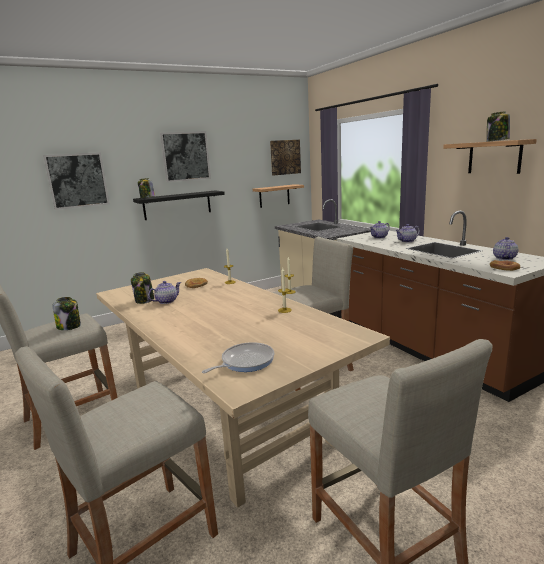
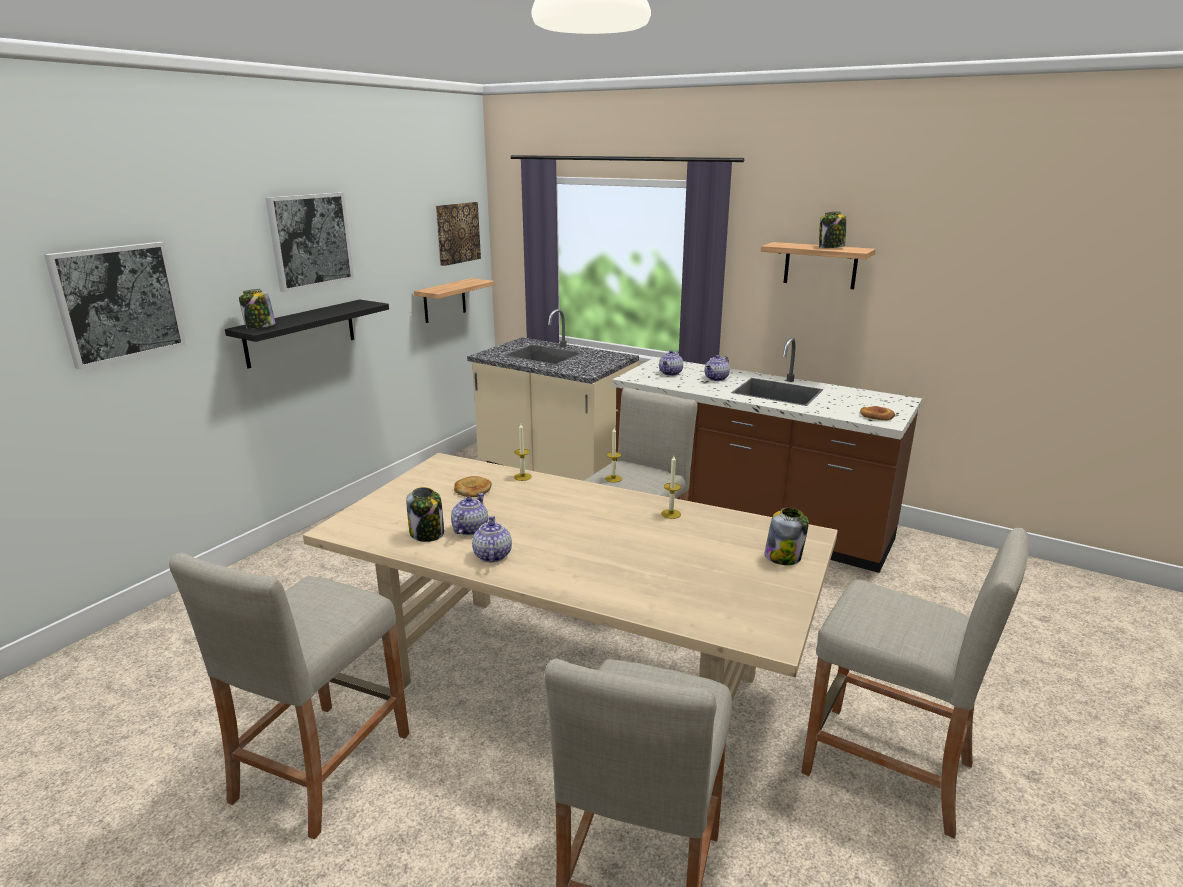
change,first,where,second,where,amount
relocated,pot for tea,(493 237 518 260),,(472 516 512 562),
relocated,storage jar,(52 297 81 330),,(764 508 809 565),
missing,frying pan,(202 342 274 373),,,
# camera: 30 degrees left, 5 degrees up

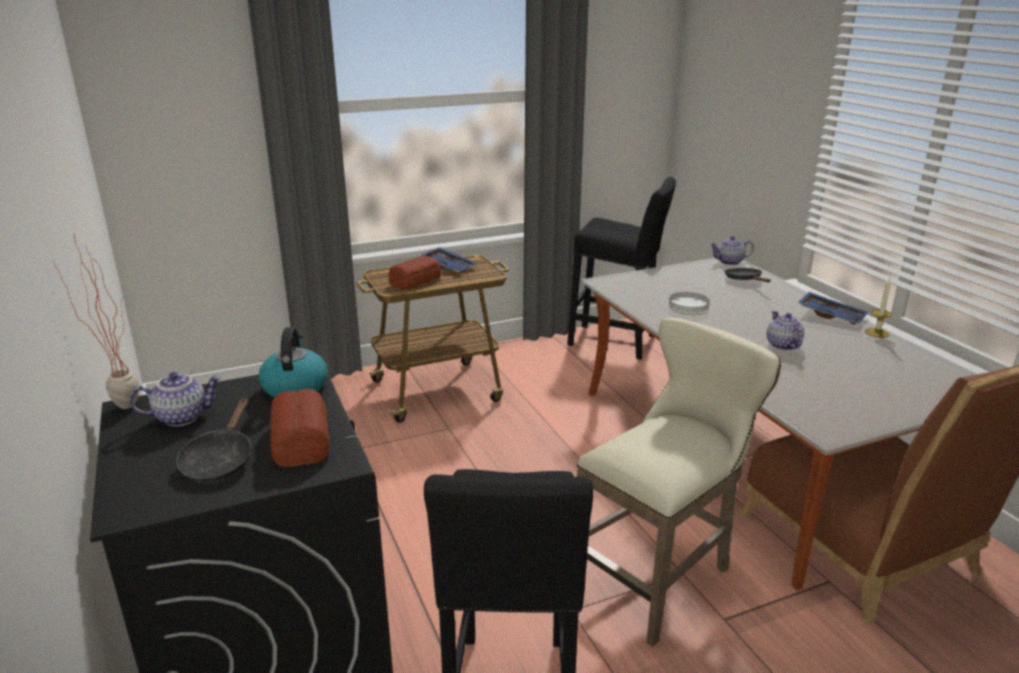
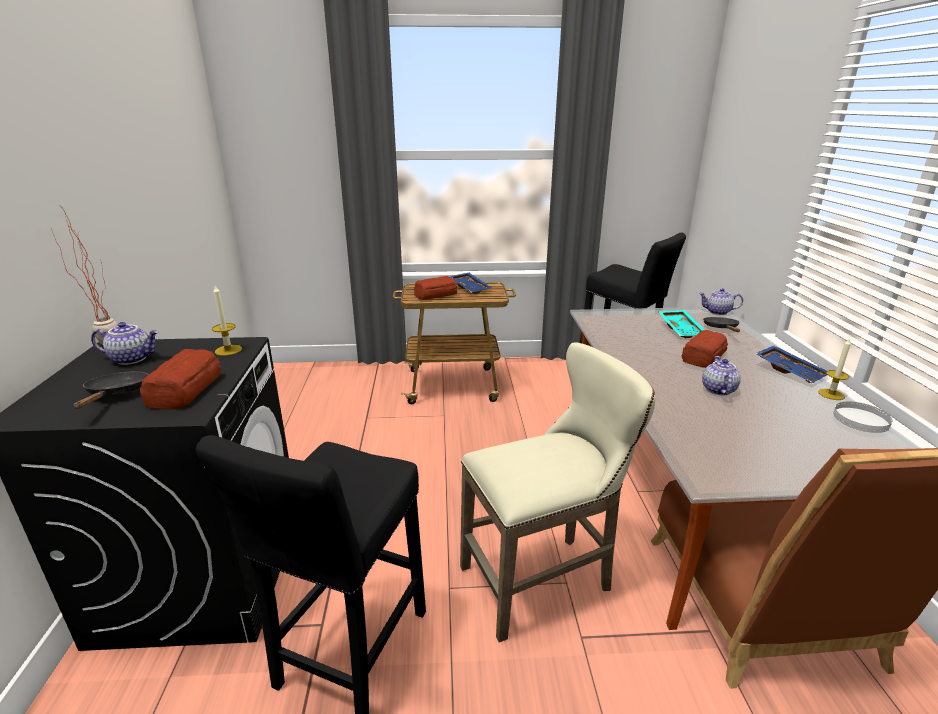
change,first,where,second,where,amount
spun,black frying pan,(176 398 251 482),,(74 371 149 409),150 degrees clockwise
exchanged,kettle,(259 327 328 397),wax candle,(212 286 242 356),
appeared,,,turquoise-coloured serving tray,(658 310 705 338),
appeared,,,bakery bread,(681 330 728 368),
relocated,white-coloured dinner plate,(669 292 710 313),,(833 401 892 433),
# camera: 20 degrees right, 0 degrees up

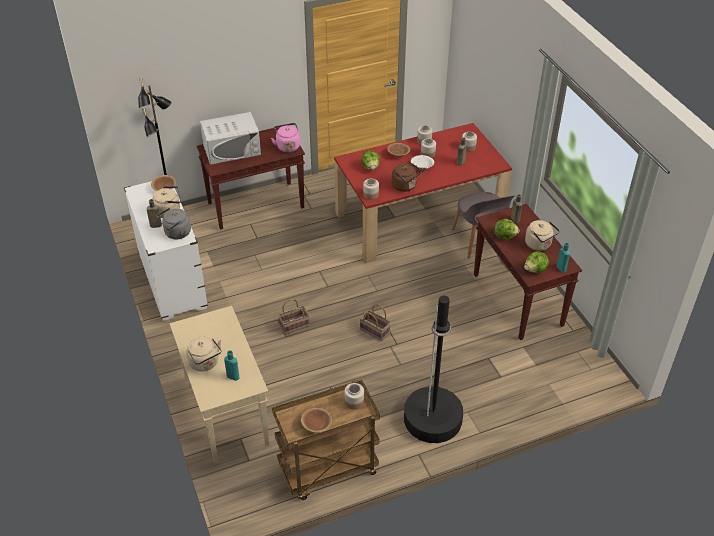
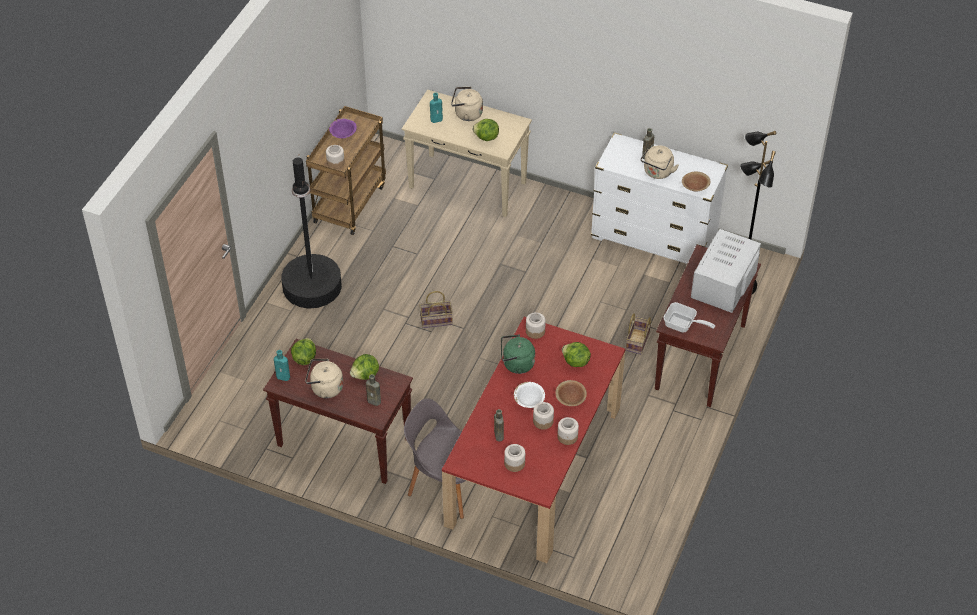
change,first,where,second,where,amount
colour,brownish deep dish,(301 408 332 433),purple-coloured deep dish,(329 118 357 138),
appeared,,,head of lettuce,(472 119 499 141),
colour,brownish kettle,(392 163 422 192),greenish kettle,(501 334 535 374),
relocated,basket,(278 299 309 335),,(626 313 651 354),
exchanged,pink-coloured kettle,(271 123 300 152),frying pan,(663 302 715 333),
missing,greyish kettle,(157 208 191 239),,,
# camera: 135 degrees right, 5 degrees up

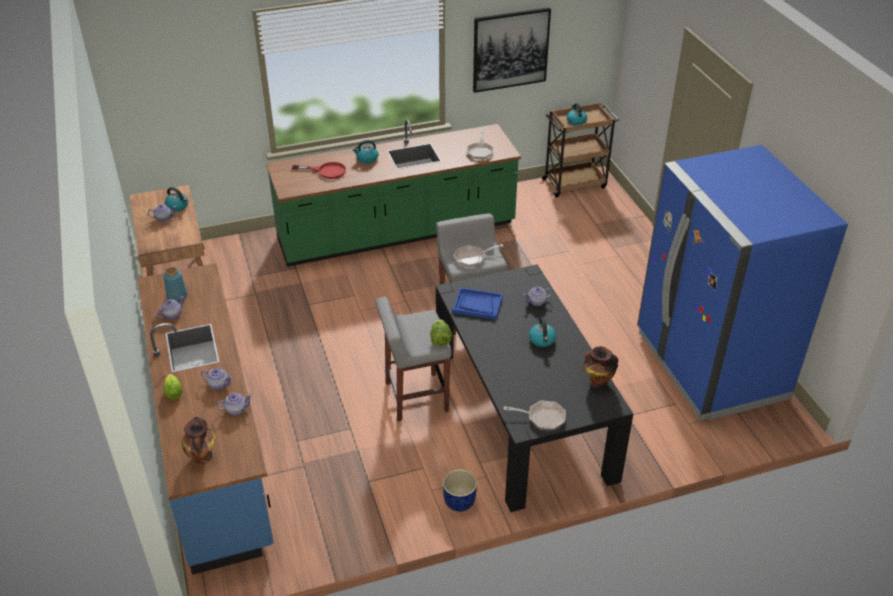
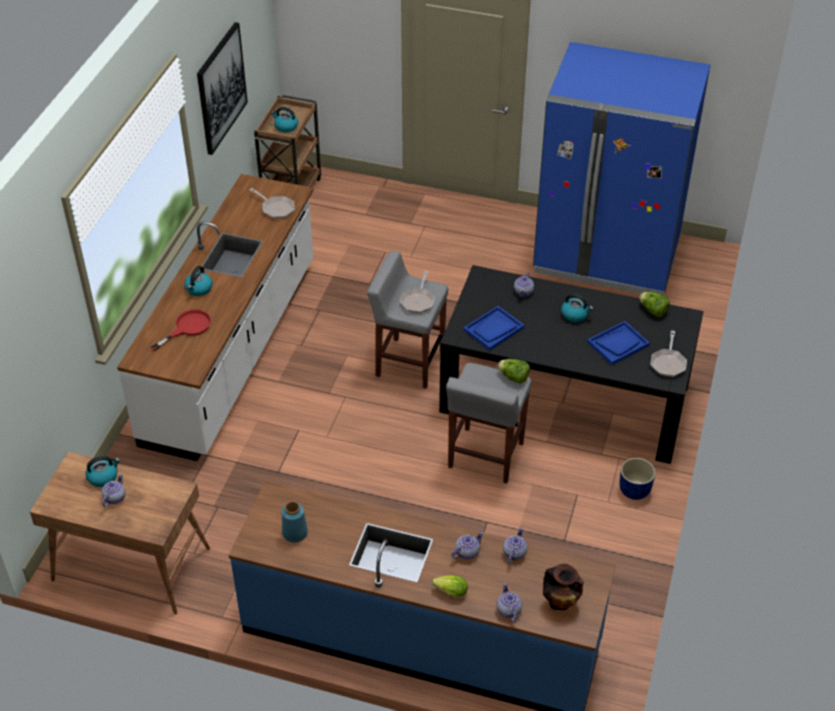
change,first,where,second,where,amount
colour,greenish counter,(266 120 521 267),white-coloured counter,(117 174 313 461),
relocated,pot for tea,(157 296 184 319),,(497 583 522 623),
appeared,,,bluish serving tray,(587 321 650 365),
exchanged,vase,(583 346 618 389),head of lettuce,(639 292 670 317),
spun,frying pan,(504 400 566 430),,(651 331 687 377),150 degrees clockwise
# camera: 55 degrees left, 5 degrees up

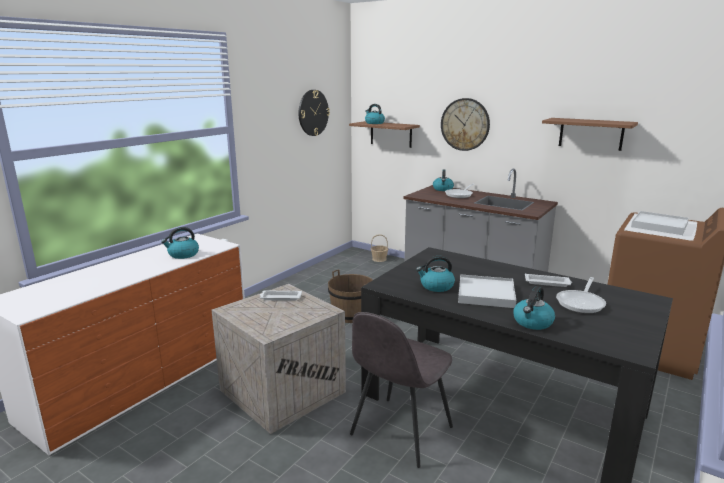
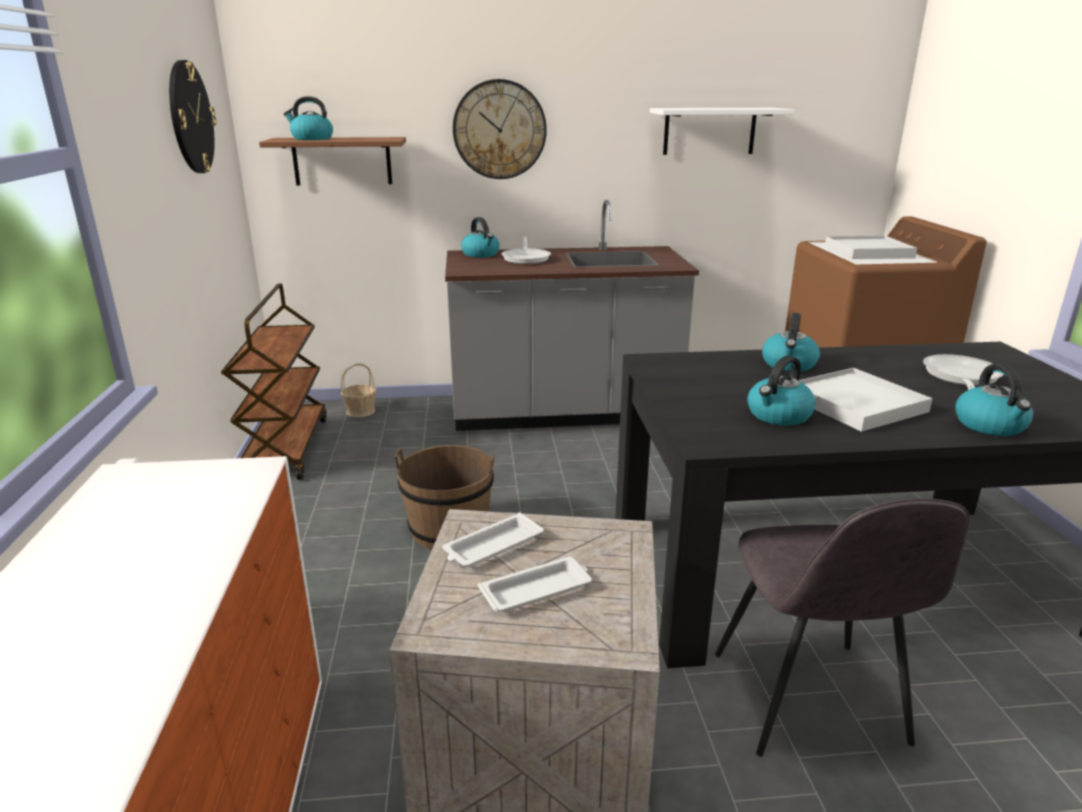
change,first,where,second,where,amount
appeared,,,brownish wheeled cart,(221 283 327 480),
relocated,white-coloured serving tray,(525 273 572 287),,(478 557 592 612),
colour,brownish shelf,(542 118 638 151),white-coloured shelf,(650 108 795 155),
relocated,kettle,(161 227 199 259),,(762 313 820 372),
spun,frying pan,(556 277 606 313),,(923 354 1004 390),150 degrees counterclockwise
# camera: 40 degrees left, 5 degrees up

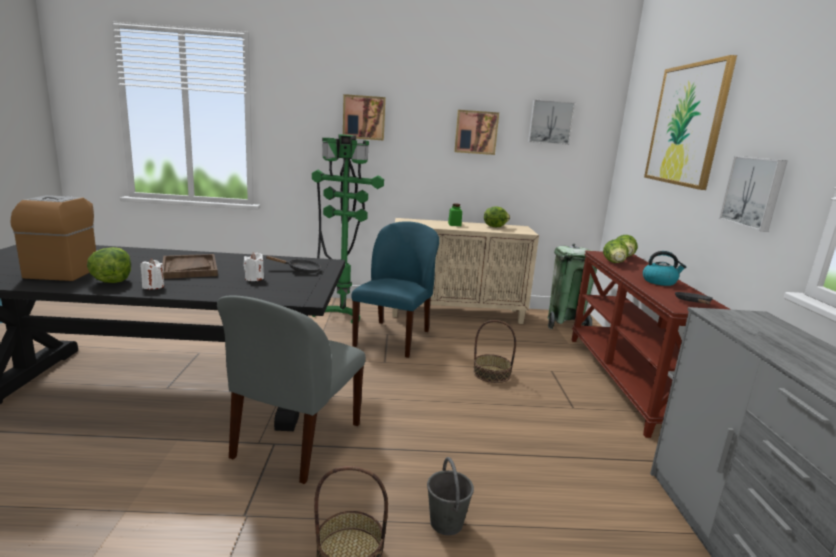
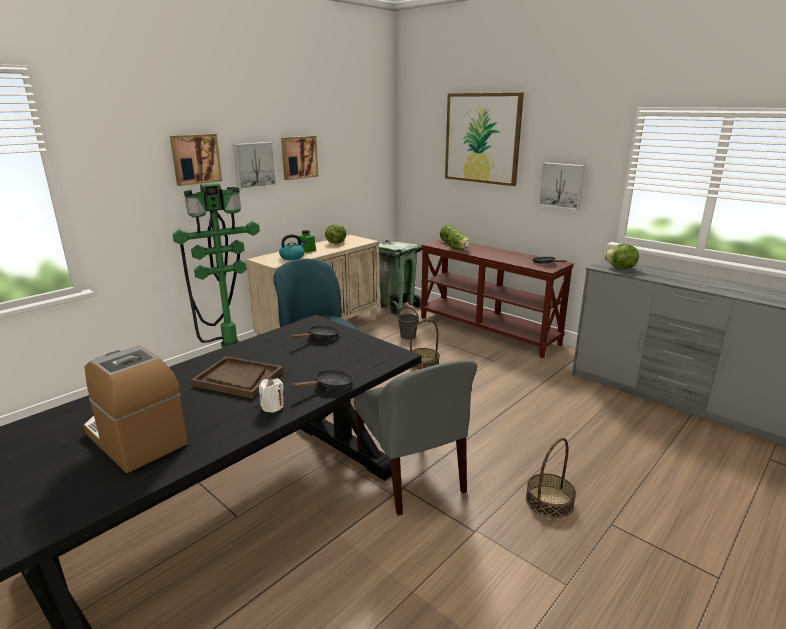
change,first,where,second,where,amount
relocated,wall art,(528 99 575 145),,(233 142 276 190),
relocated,kettle,(643 251 686 286),,(279 234 306 260),
appeared,,,black frying pan,(291 370 353 389),
relocated,greyish bucket,(427 457 474 535),,(398 306 419 340),
relocated,head of lettuce,(87 247 131 283),,(604 244 639 269),
missing,white-coloured wax candle,(243 252 264 281),,,
# camera: 45 degrees left, 5 degrees up

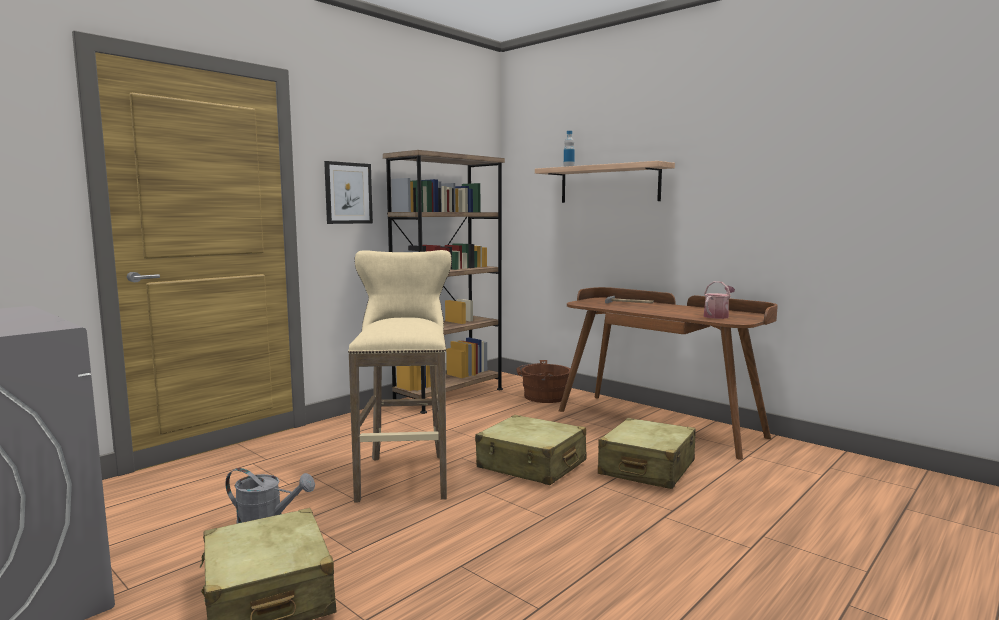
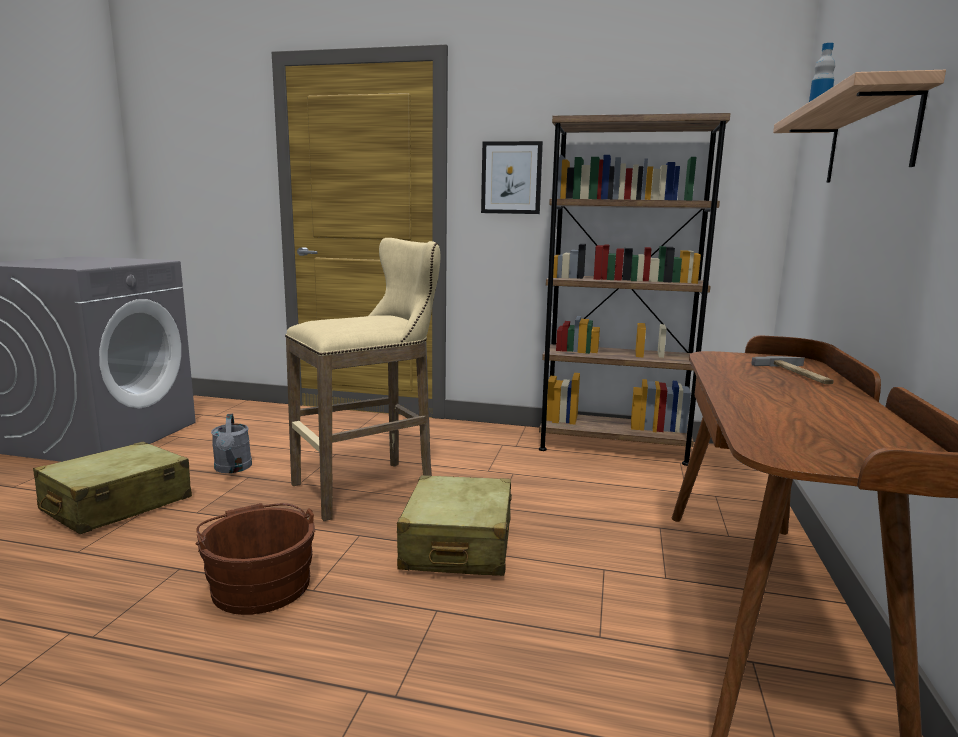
change,first,where,second,where,amount
relocated,brownish bucket,(516 360 570 403),,(195 503 315 615),
missing,beige-coloured suitcase,(598 418 696 489),,,
missing,sprinkling can,(704 281 735 319),,,
# camera: 60 degrees right, 5 degrees up

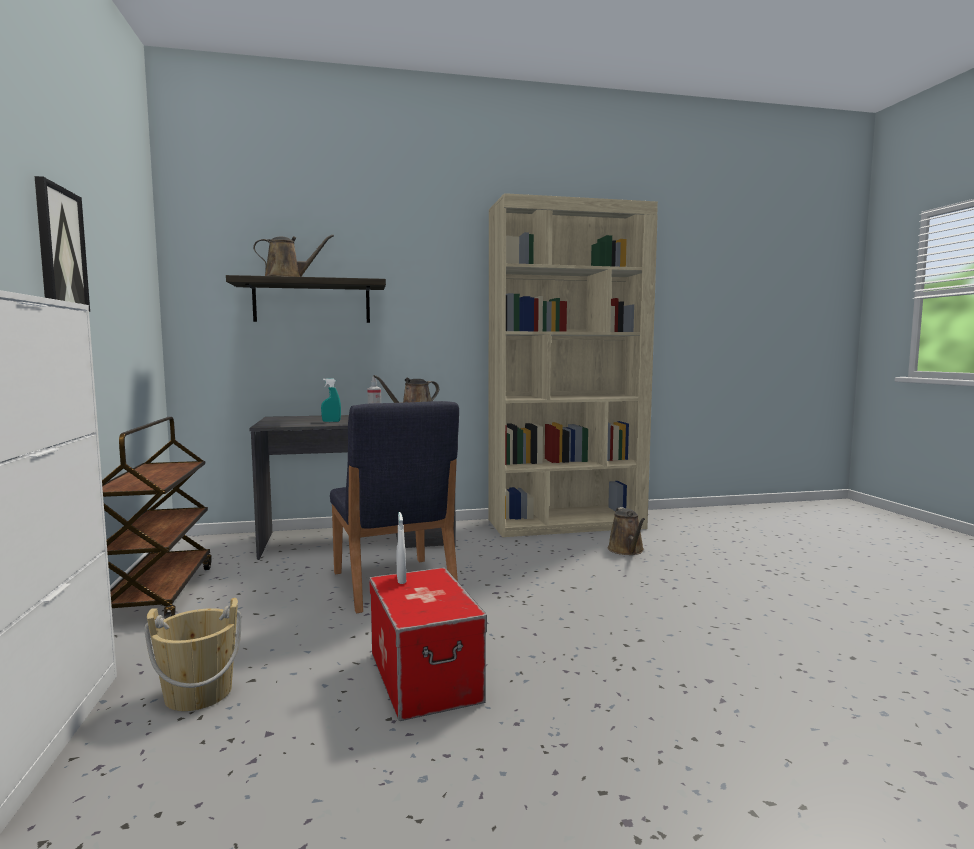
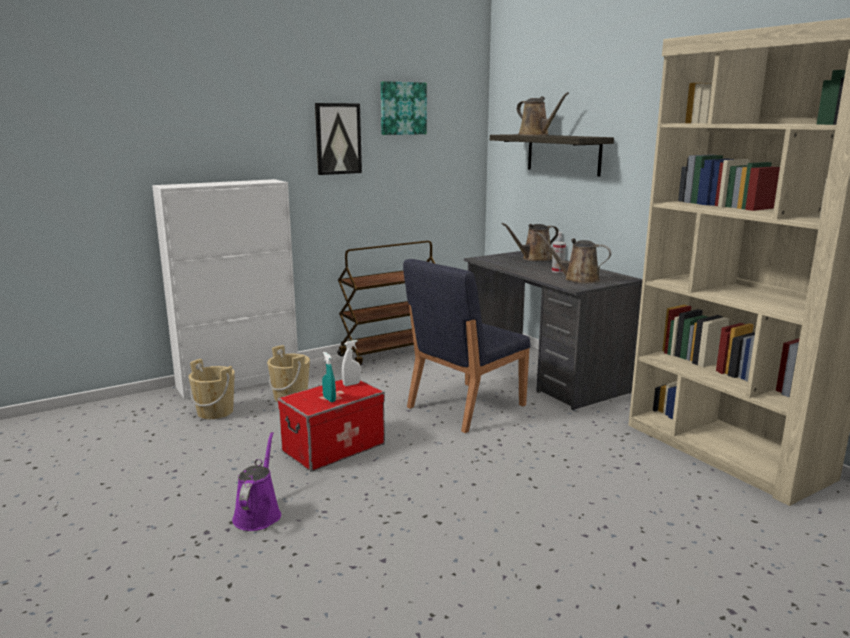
change,first,where,second,where,amount
appeared,,,beige-coloured bucket,(188 359 235 419),
appeared,,,purple-coloured sprinkling can,(232 432 281 531),
relocated,turquoise-coloured sprayer,(321 378 341 422),,(322 352 336 402),
appeared,,,wall art,(381 81 427 135),
relocated,brownish sprinkling can,(608 507 645 555),,(502 223 559 261),
# camera: 70 degrees right, 10 degrees up

